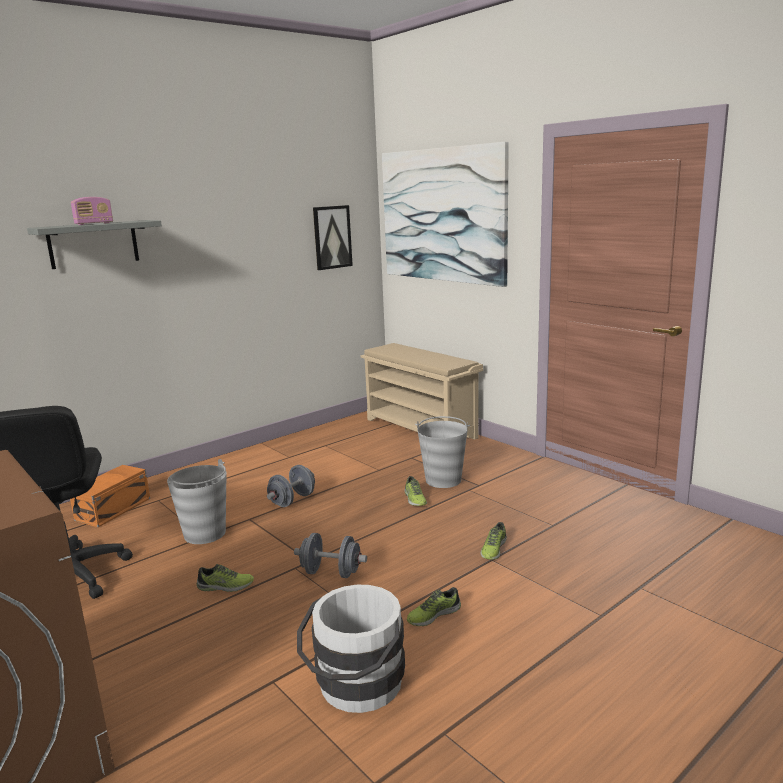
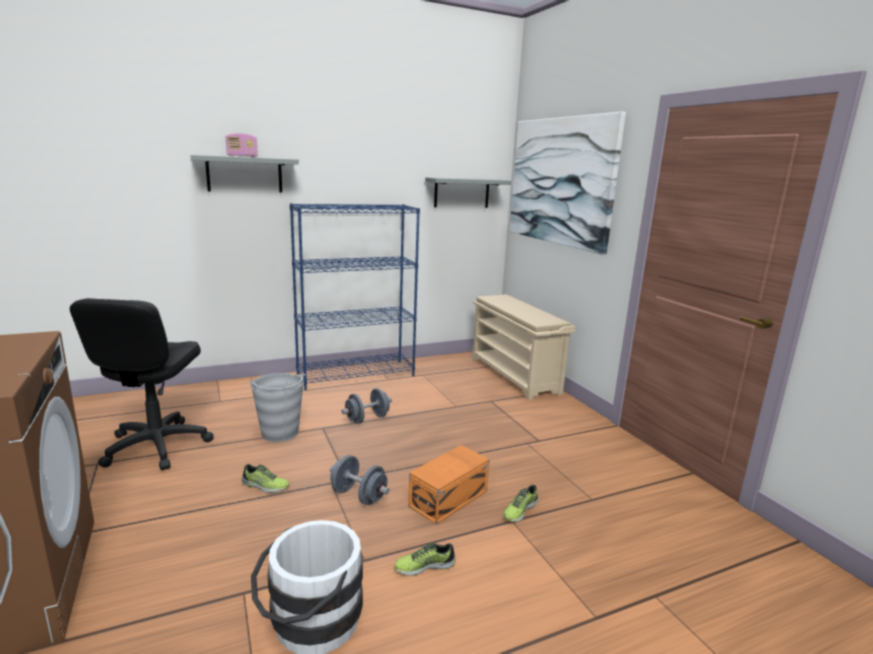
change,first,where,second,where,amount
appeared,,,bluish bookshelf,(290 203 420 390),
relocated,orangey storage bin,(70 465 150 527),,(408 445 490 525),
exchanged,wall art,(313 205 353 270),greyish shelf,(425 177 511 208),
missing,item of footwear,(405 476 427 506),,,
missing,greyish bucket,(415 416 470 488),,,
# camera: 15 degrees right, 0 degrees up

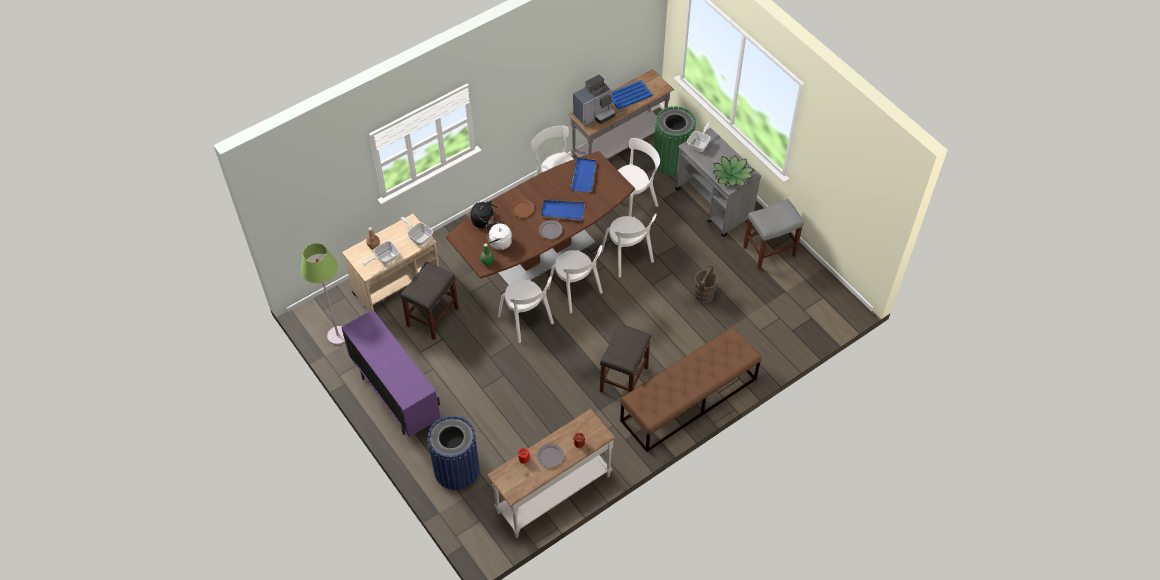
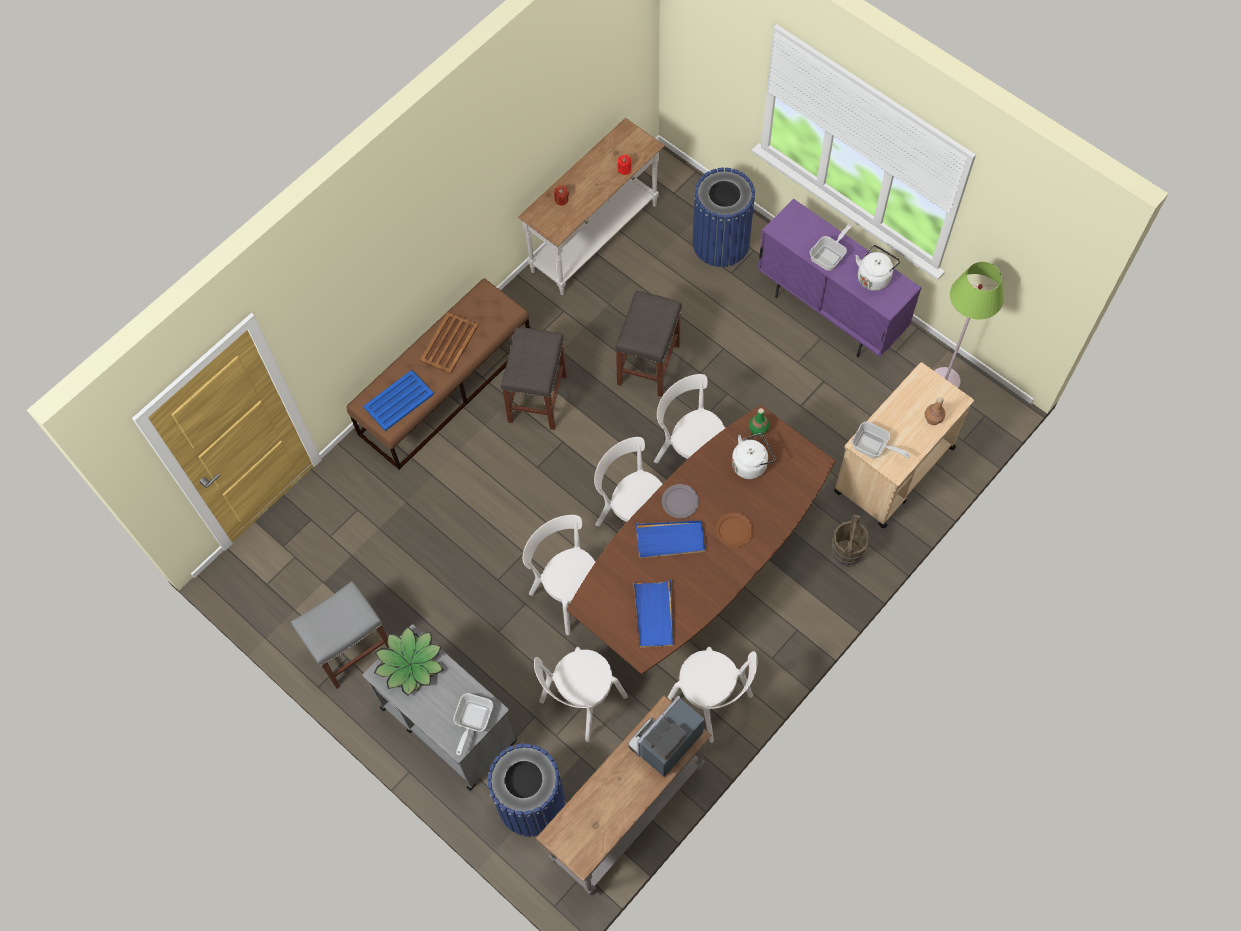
change,first,where,second,where,amount
relocated,bluish serving tray,(612 80 652 110),,(363 370 434 431),
appeared,,,brownish serving tray,(420 312 479 374),
colour,greenish waste bin,(653 106 696 176),bluish waste bin,(488 743 565 837),
relocated,greyish sitting stool,(400 261 459 340),,(615 291 682 397),
relocated,frying pan,(363 241 399 266),,(810 224 852 271),
relocated,brownish bucket,(694 264 718 303),,(832 515 870 567),
appeared,,,white-coloured kettle,(855 245 900 291),
missing,black kettle,(471 201 498 228),,,
missing,greyish dinner plate,(537 444 564 468),,,
# camera: 170 degrees right, 10 degrees up

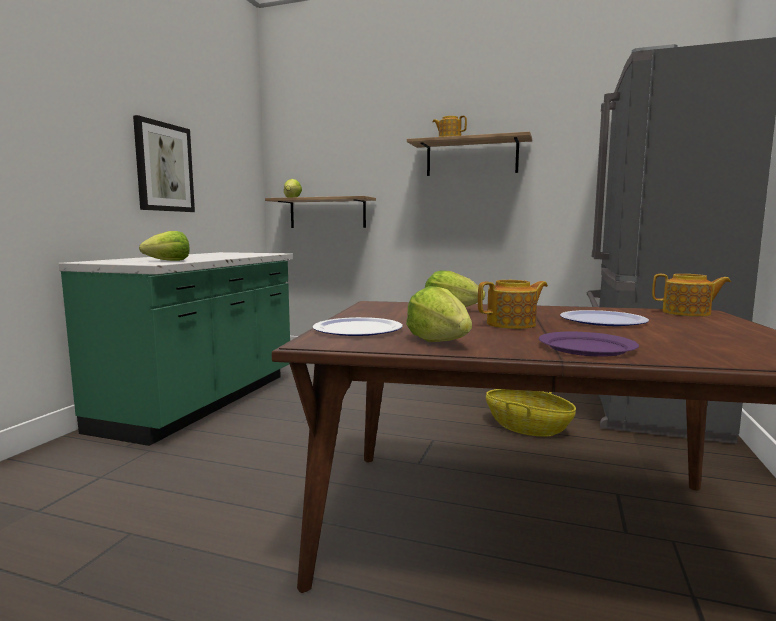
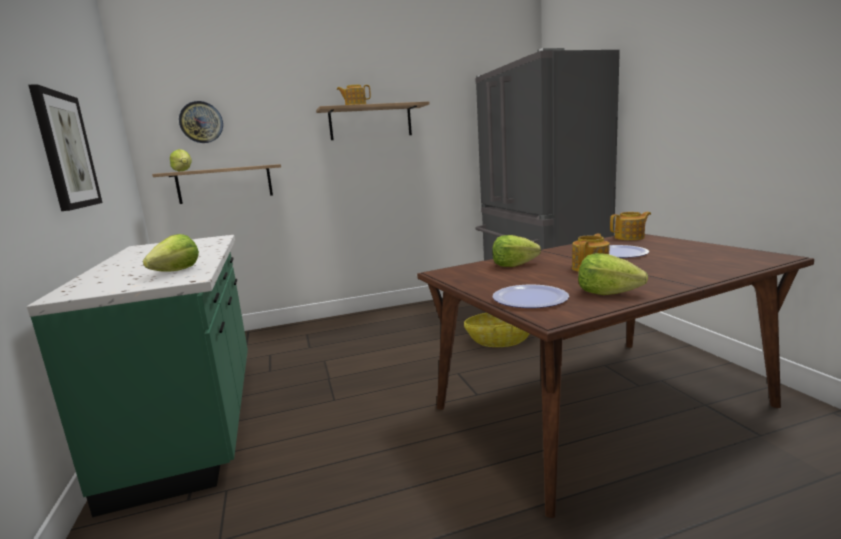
change,first,where,second,where,amount
appeared,,,clock on the wall,(179 101 223 143),
missing,purple-coloured dinner plate,(539 332 639 357),,,
# camera: 35 degrees left, 5 degrees up

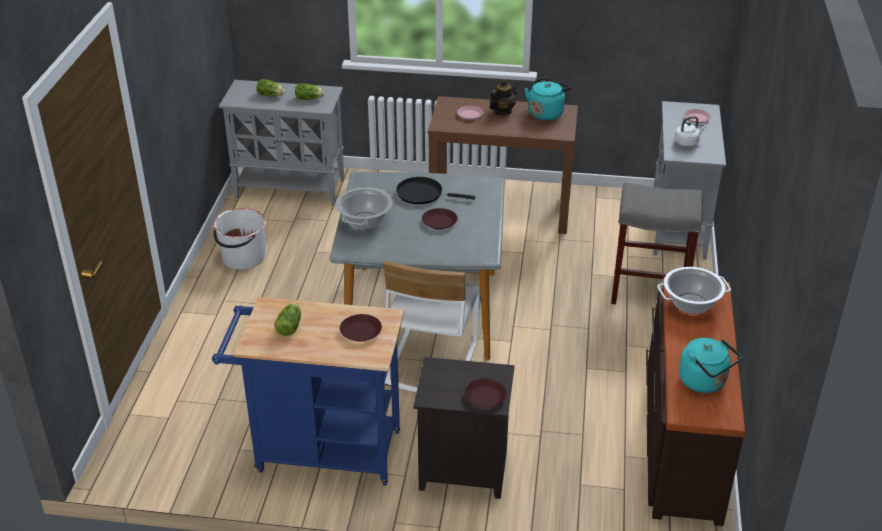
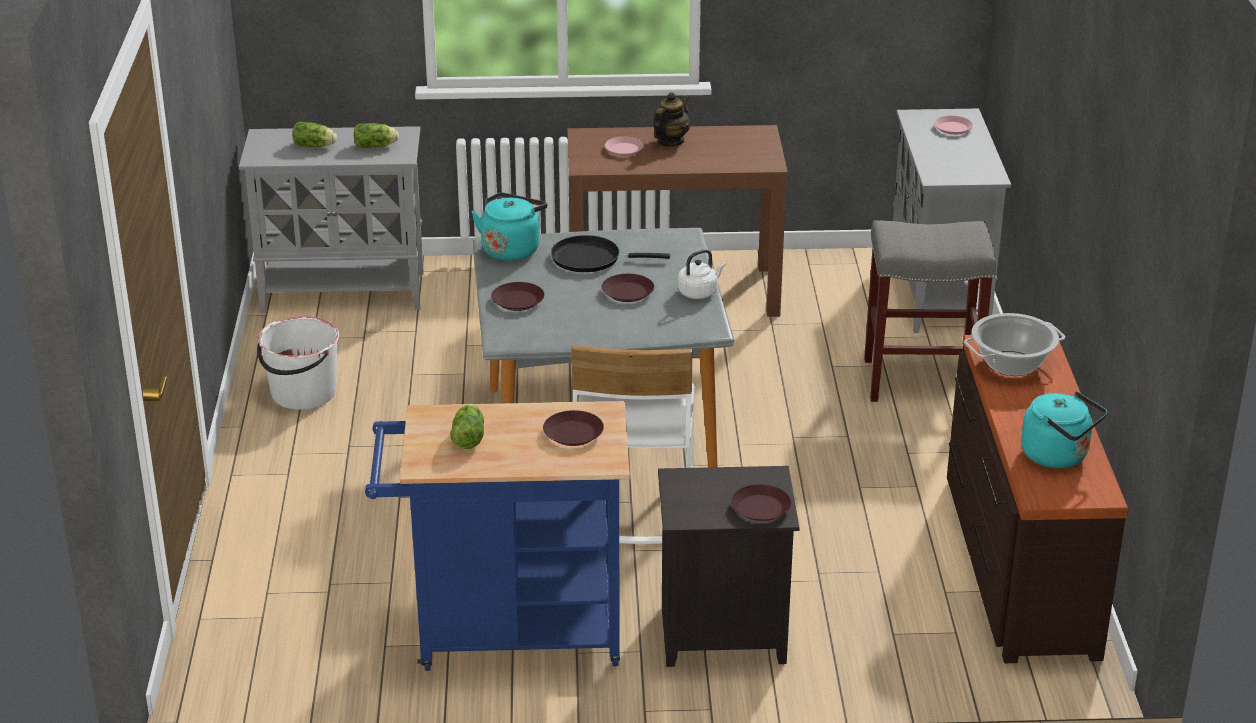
change,first,where,second,where,amount
relocated,turquoise-coloured kettle,(524 78 571 121),,(472 192 547 261),
exchanged,stockpot,(336 187 392 230),brownish dinner plate,(491 282 545 311),
relocated,white-coloured kettle,(675 116 706 147),,(678 249 726 299),
# camera: 10 degrees left, 5 degrees down

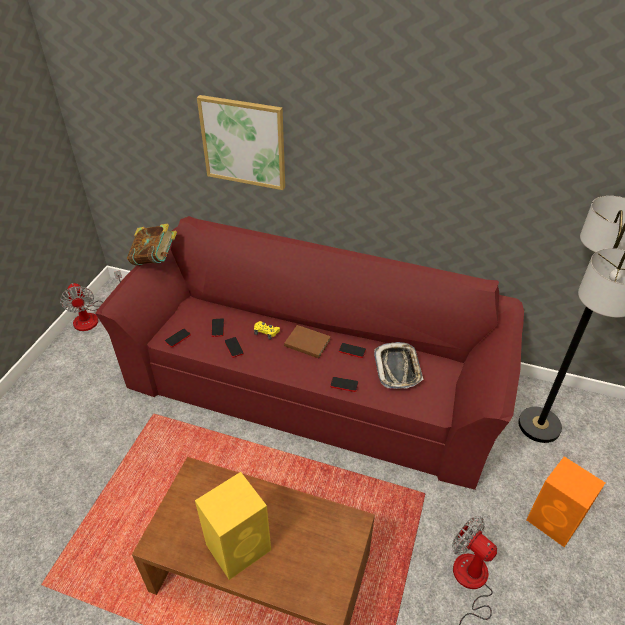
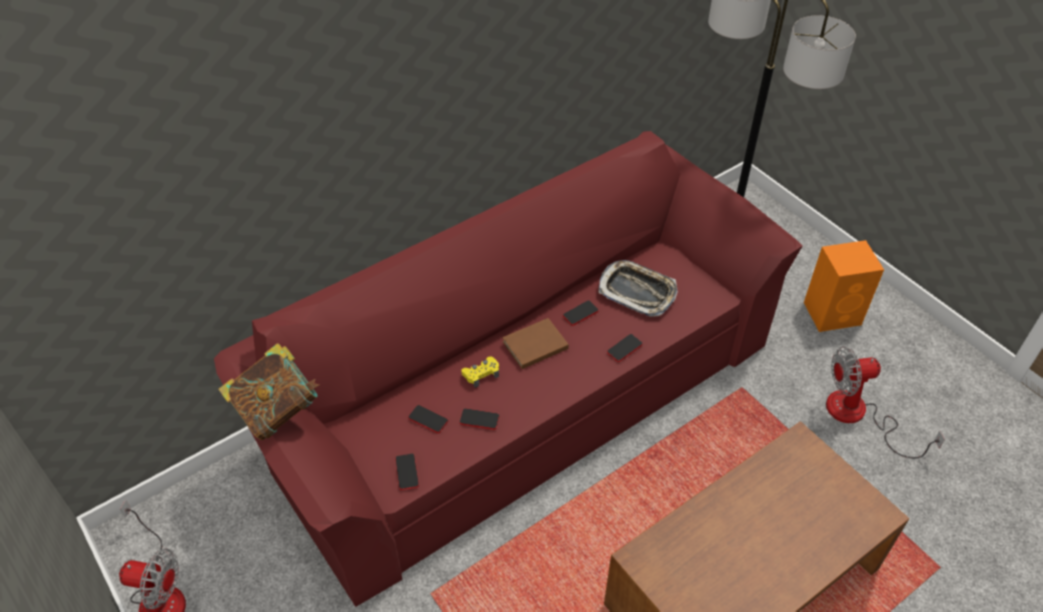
change,first,where,second,where,amount
missing,yellow audio speaker,(195 472 271 580),,,
missing,wall art,(197 95 285 190),,,
# camera: 55 degrees left, 5 degrees up

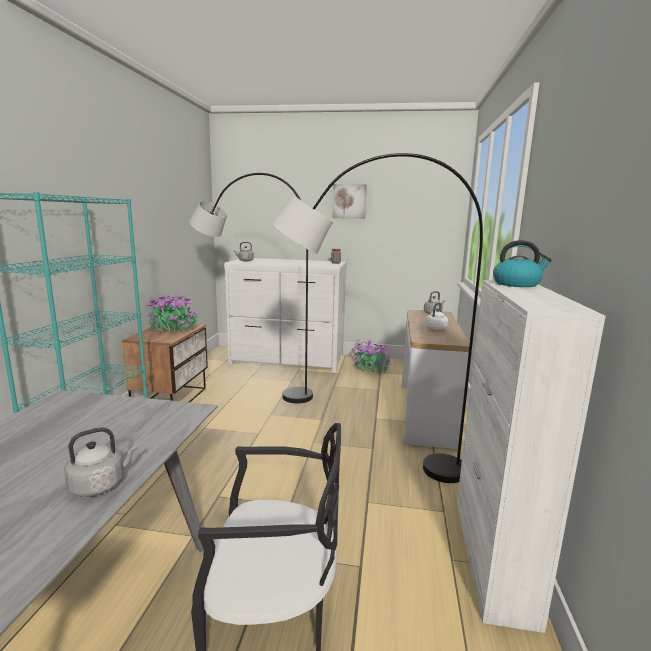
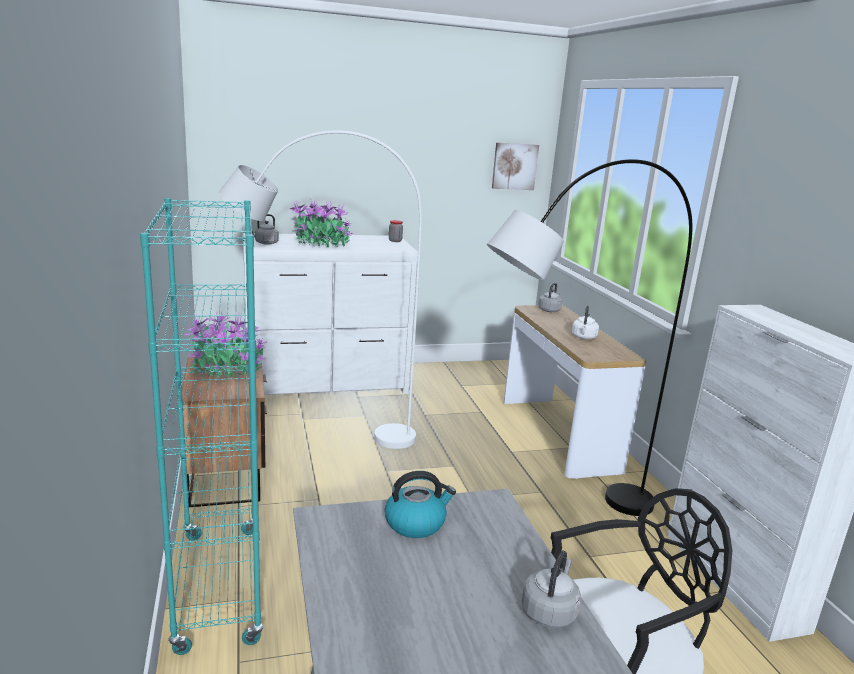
change,first,where,second,where,amount
colour,black standing lamp,(189 173 313 403),white-coloured standing lamp,(219 130 422 449),
relocated,plant in a pot,(352 339 393 373),,(290 200 353 247),
relocated,kettle,(493 240 552 287),,(385 471 456 538),
relocated,wall art,(332 184 367 219),,(492 142 539 190),
# camera: 25 degrees left, 5 degrees up

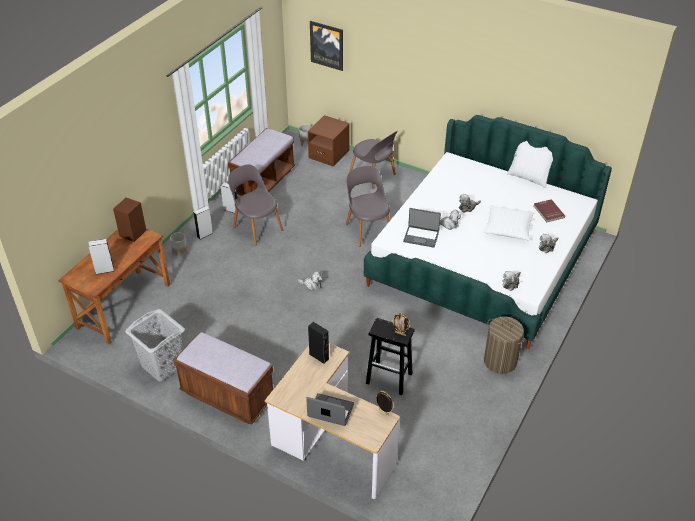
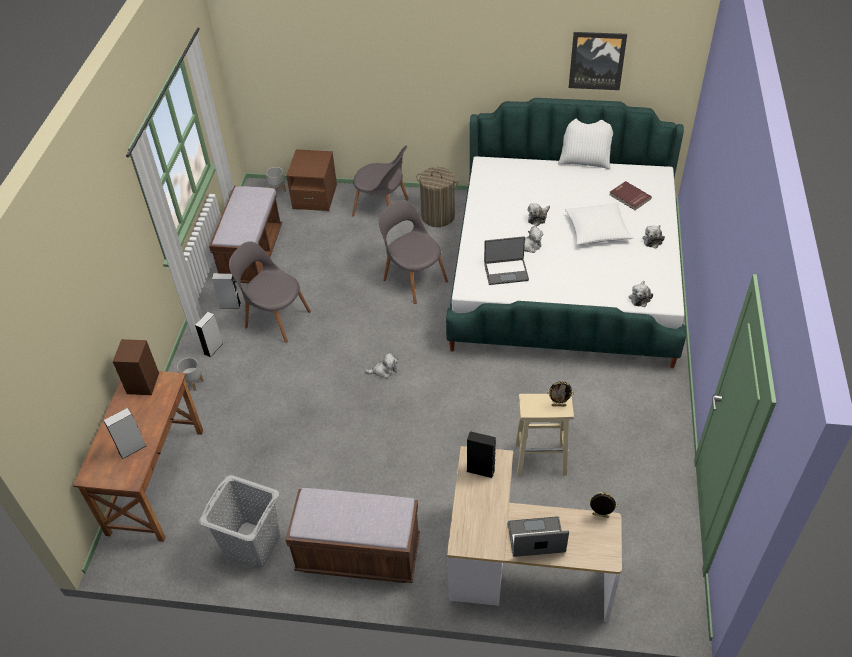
change,first,where,second,where,amount
relocated,washing basket,(484 316 525 374),,(416 167 458 227),
colour,black sitting stool,(366 318 415 395),beige-coloured sitting stool,(515 394 574 476),
relocated,wall art,(310 21 343 71),,(569 32 627 90),
# camera: 20 degrees left, 5 degrees up

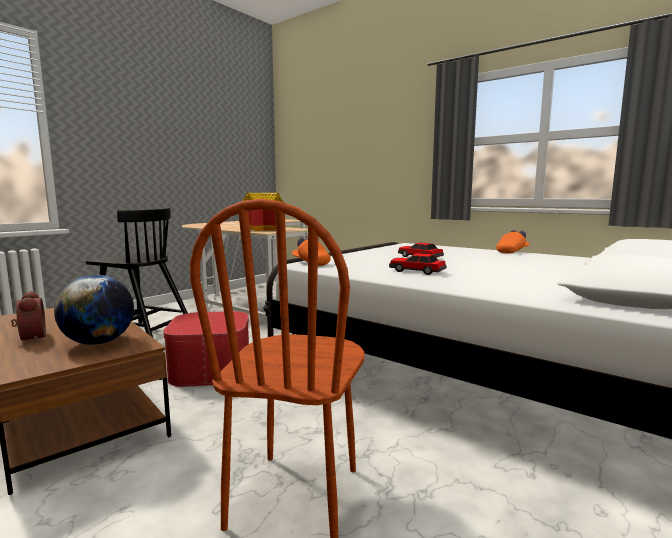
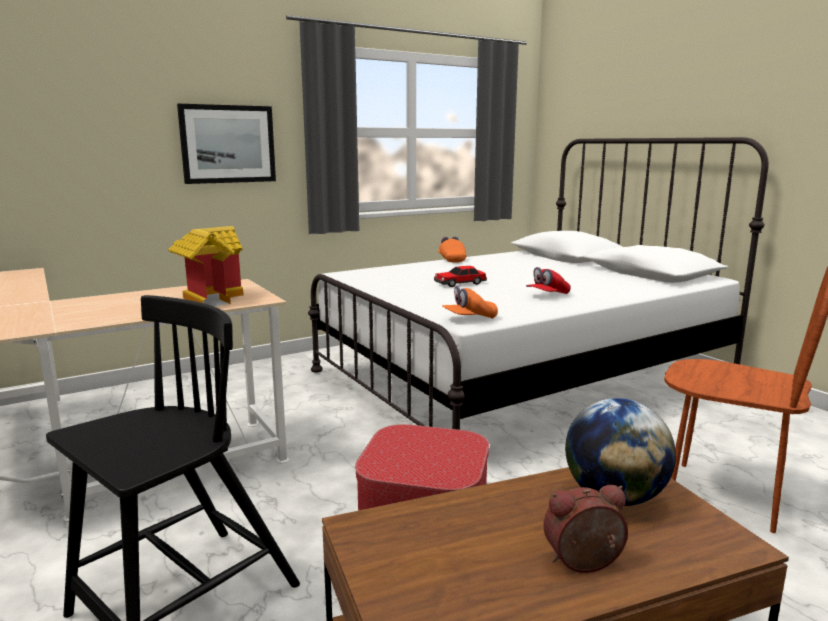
change,first,where,second,where,amount
appeared,,,wall art,(177 104 276 184),
exchanged,miniature car,(389 253 447 275),red-coloured cap,(526 267 571 294),
# camera: 70 degrees left, 5 degrees up

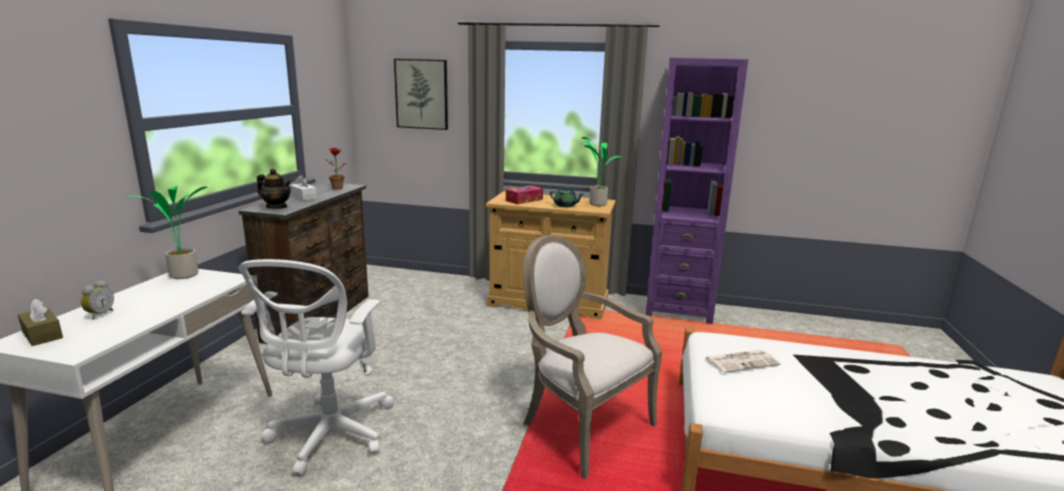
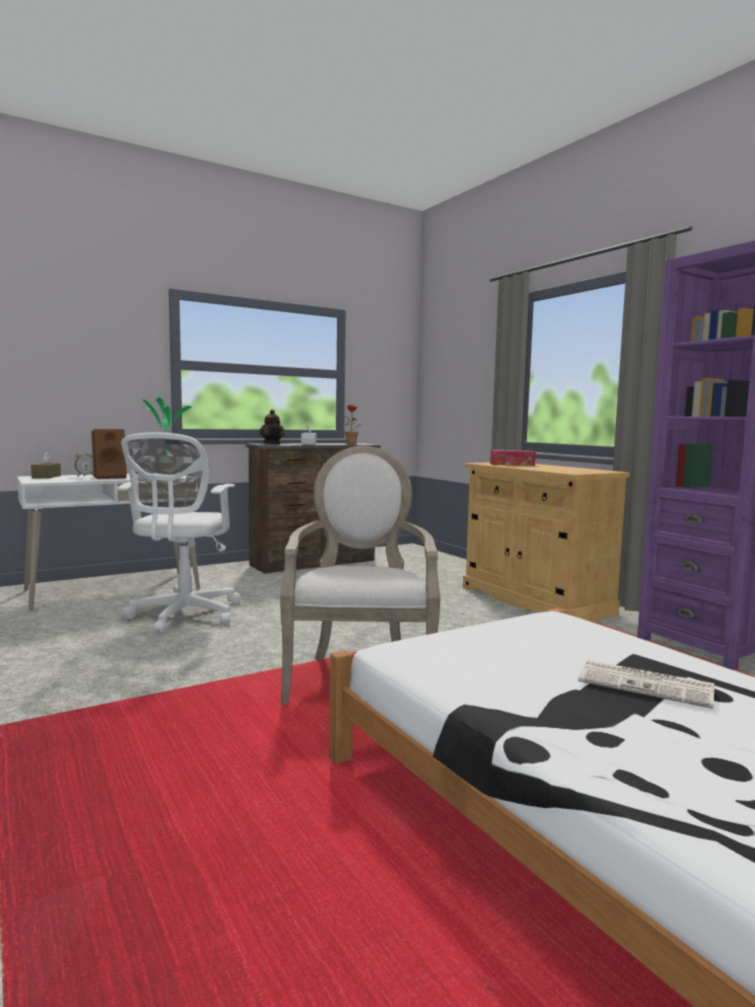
change,first,where,second,where,amount
appeared,,,brownish audio speaker,(91 429 127 479),
spun,white-coloured desk chair,(238 259 394 476),,(117 433 241 633),45 degrees counterclockwise
relocated,daily paper,(705 350 781 373),,(578 660 714 709),
missing,wall art,(394 59 448 130),,,
missing,greenish pot for tea,(550 187 583 207),,,
missing,plant in a pot,(581 137 622 206),,,
# camera: 45 degrees right, 10 degrees down

